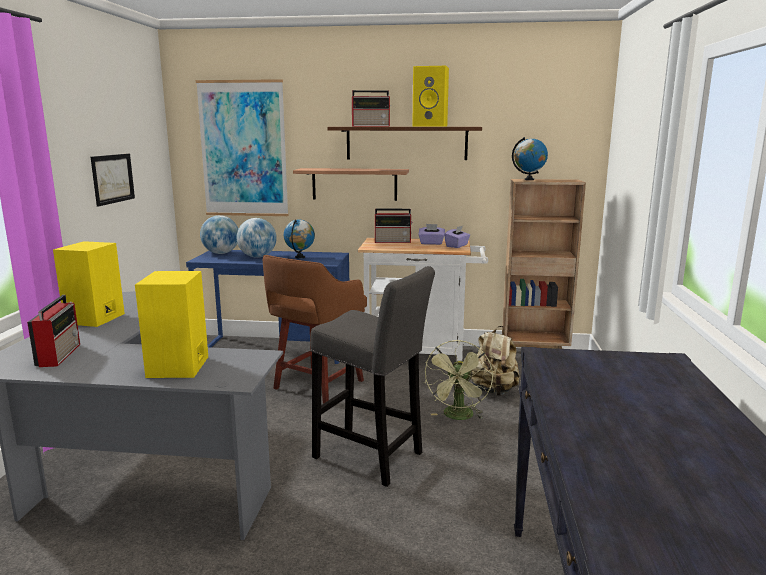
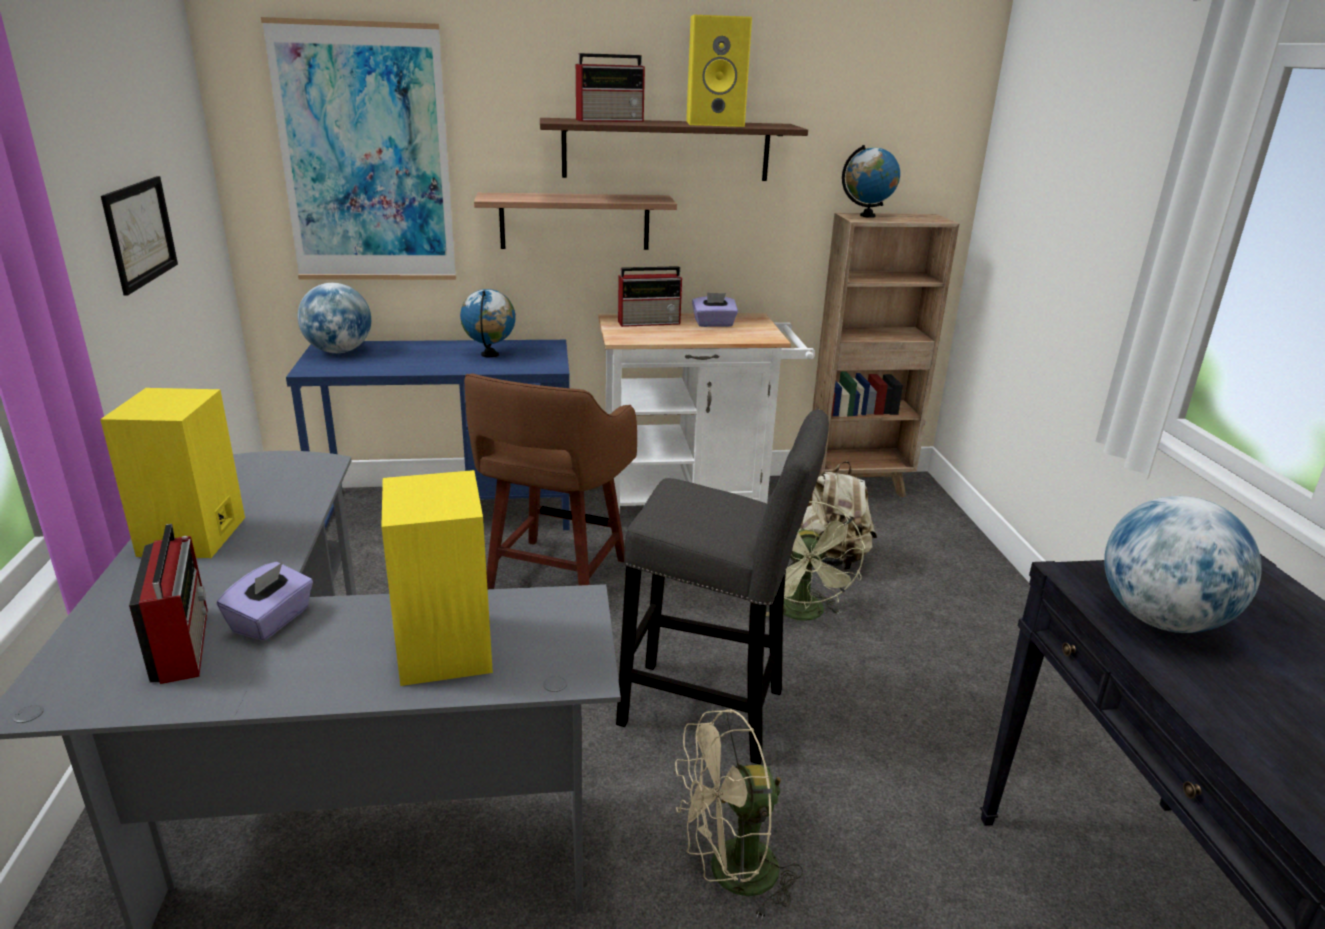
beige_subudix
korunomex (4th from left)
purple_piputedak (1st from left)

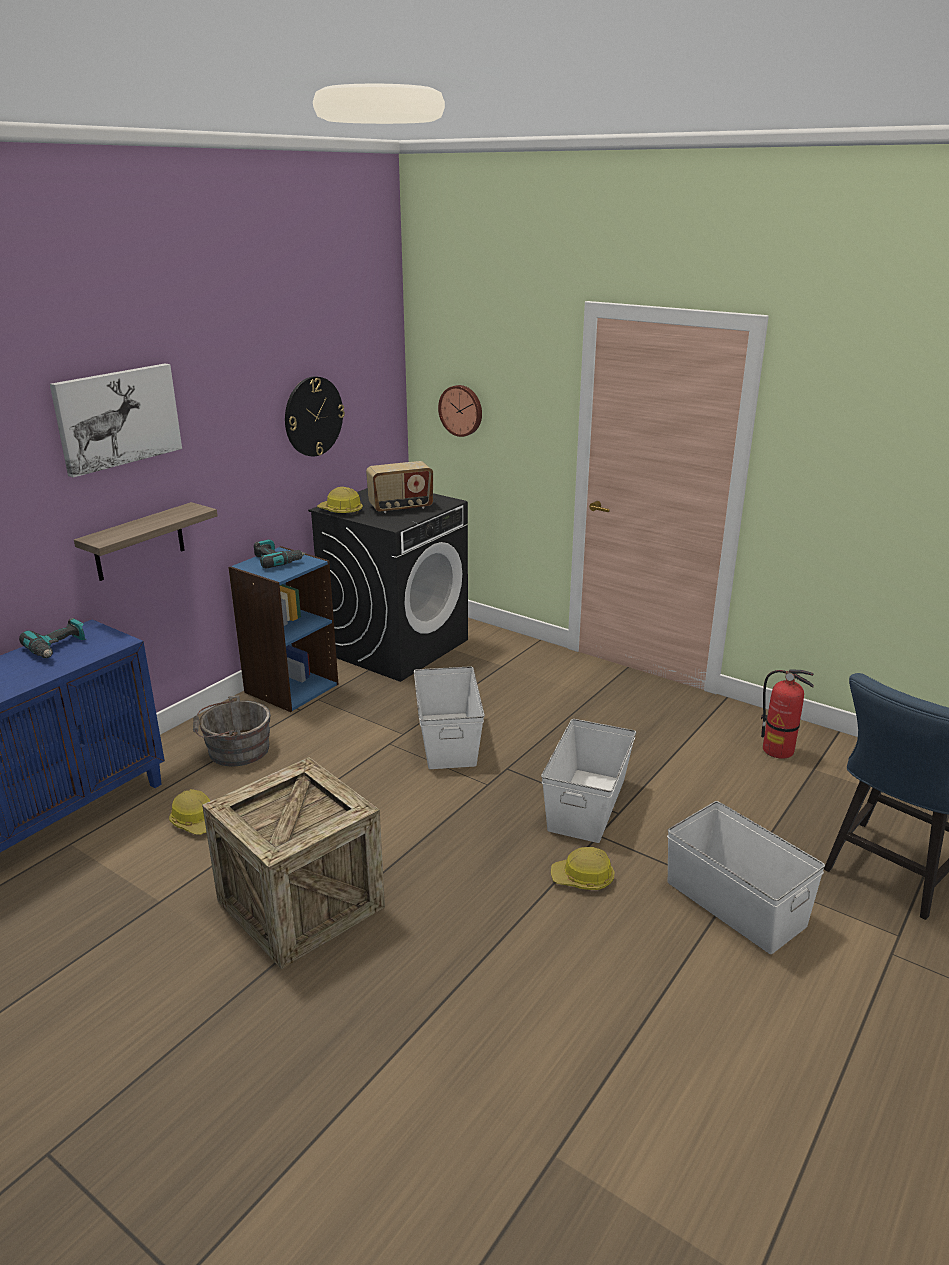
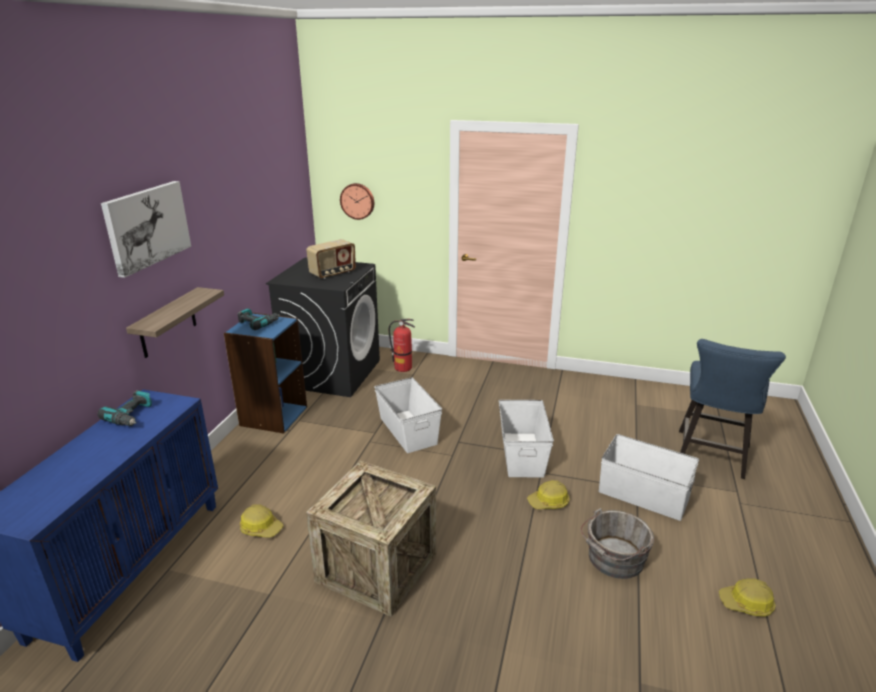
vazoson (1st from left in the first image)
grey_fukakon
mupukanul (3rd from left)
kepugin

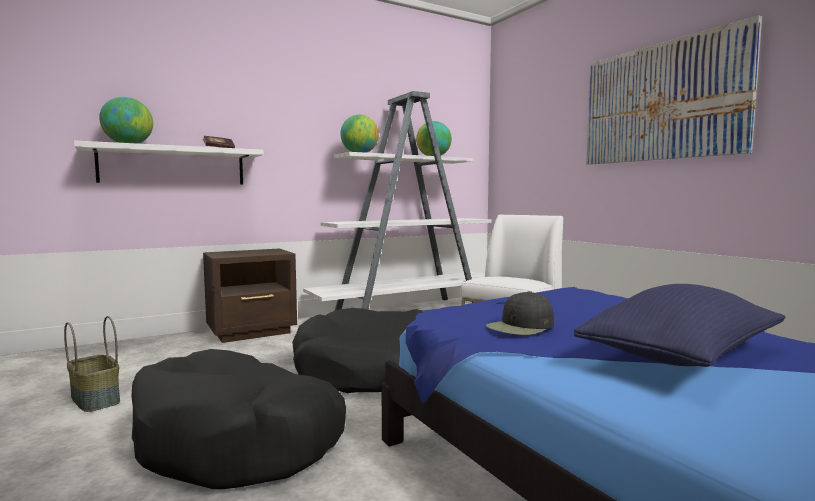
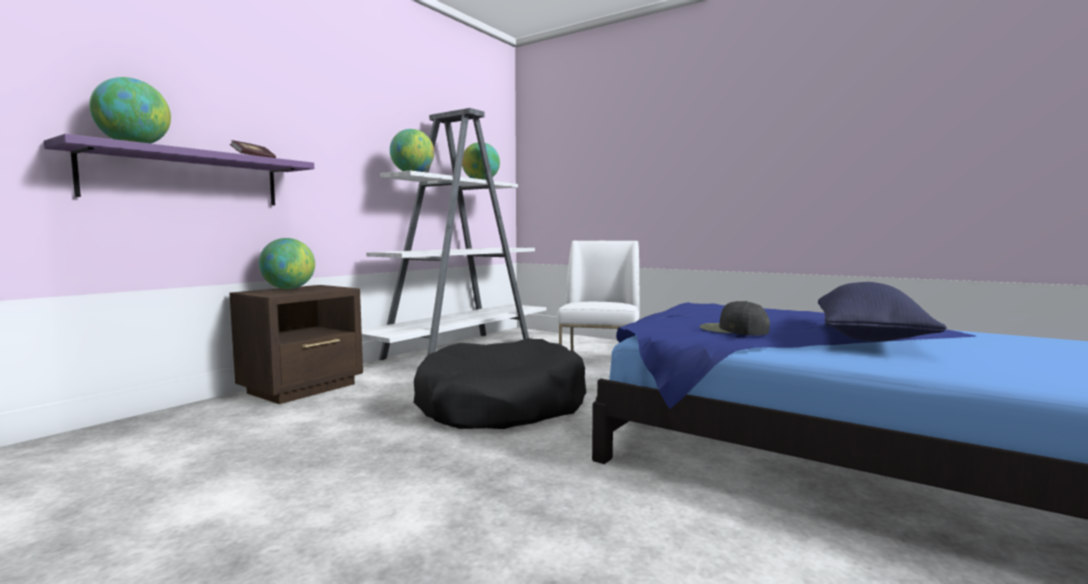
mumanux
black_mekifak (1st from left in the first image)
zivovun
korunomex (2nd from left)
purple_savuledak
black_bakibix

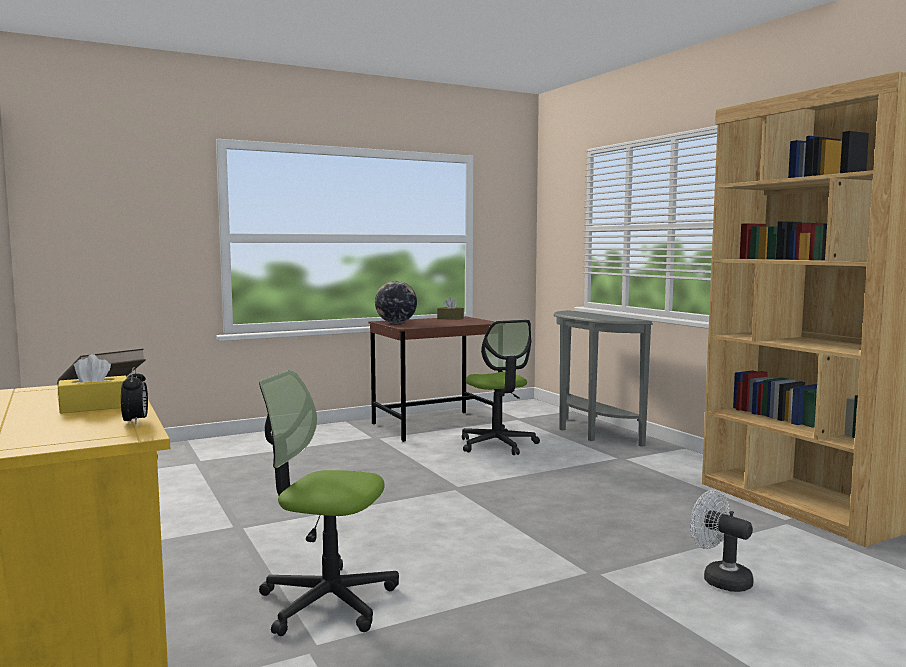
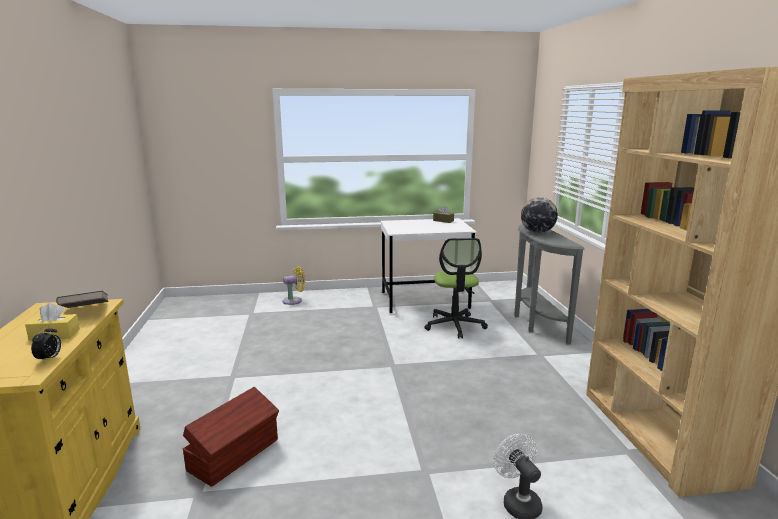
yellow_subudix
korunomex
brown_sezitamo
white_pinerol

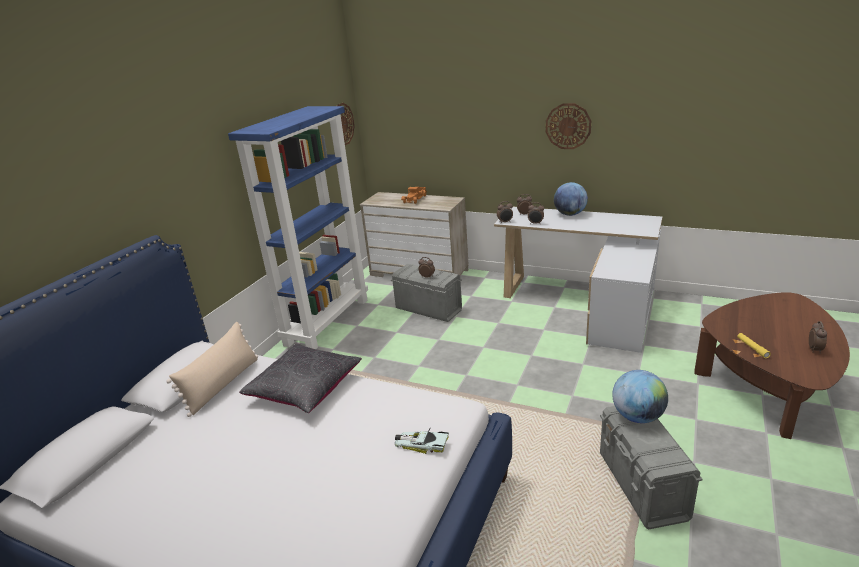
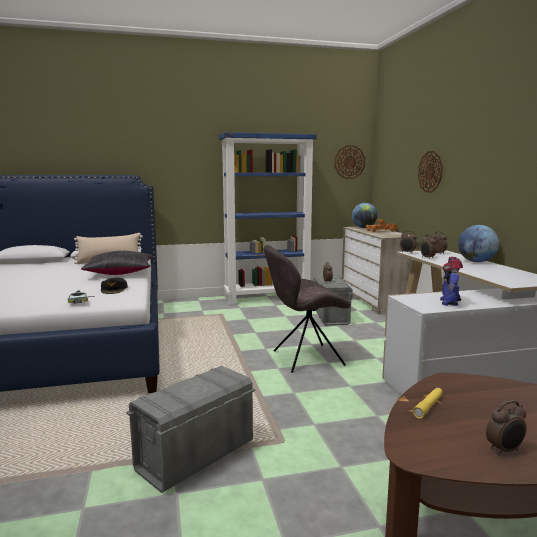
black_bakibix
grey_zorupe
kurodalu
vazoson (2nd from left)
korunomex (1st from left)

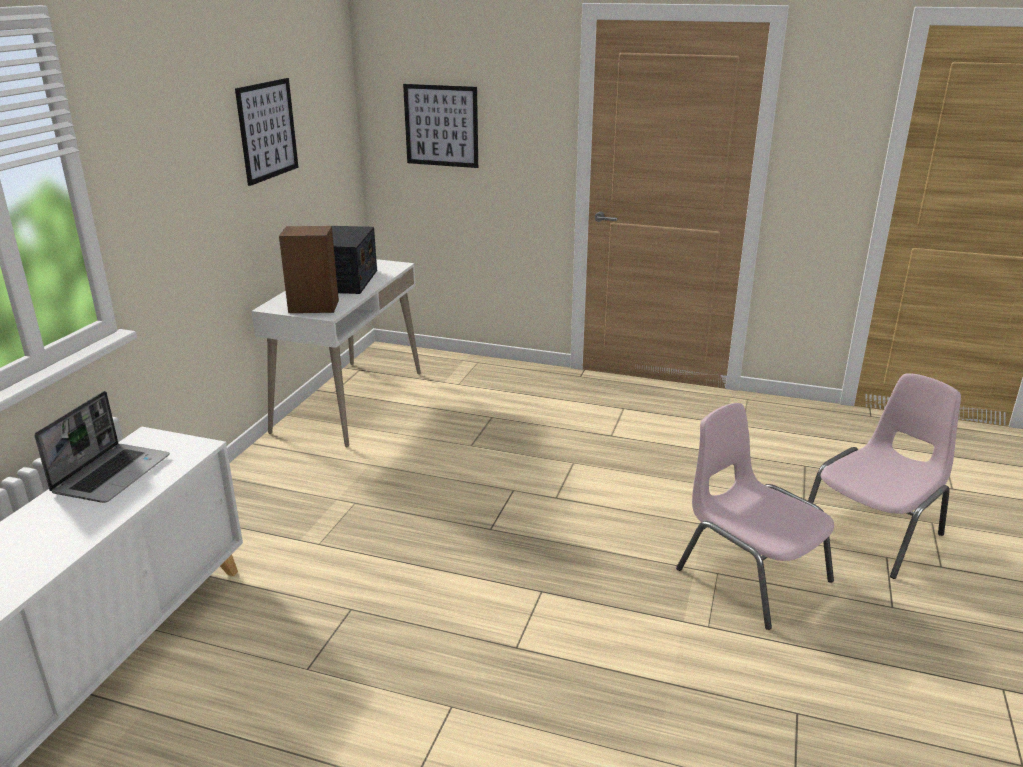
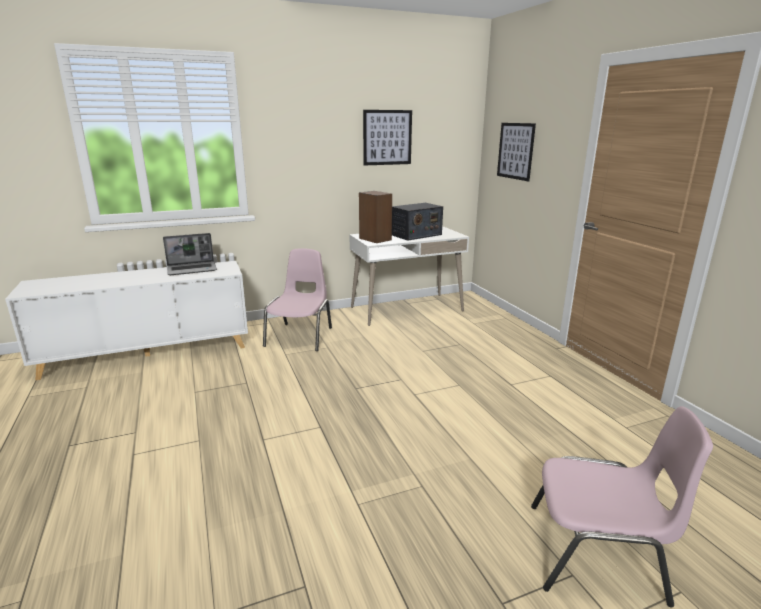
pink_zorupe (1st from left)

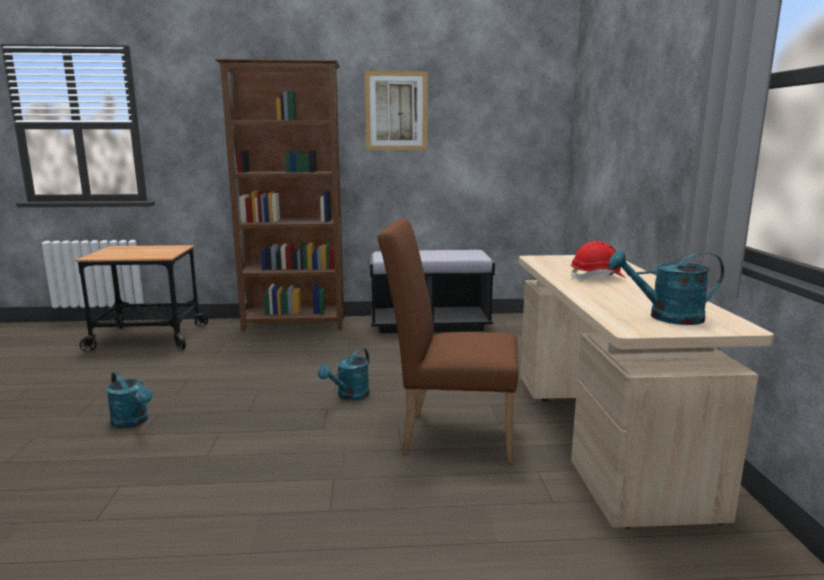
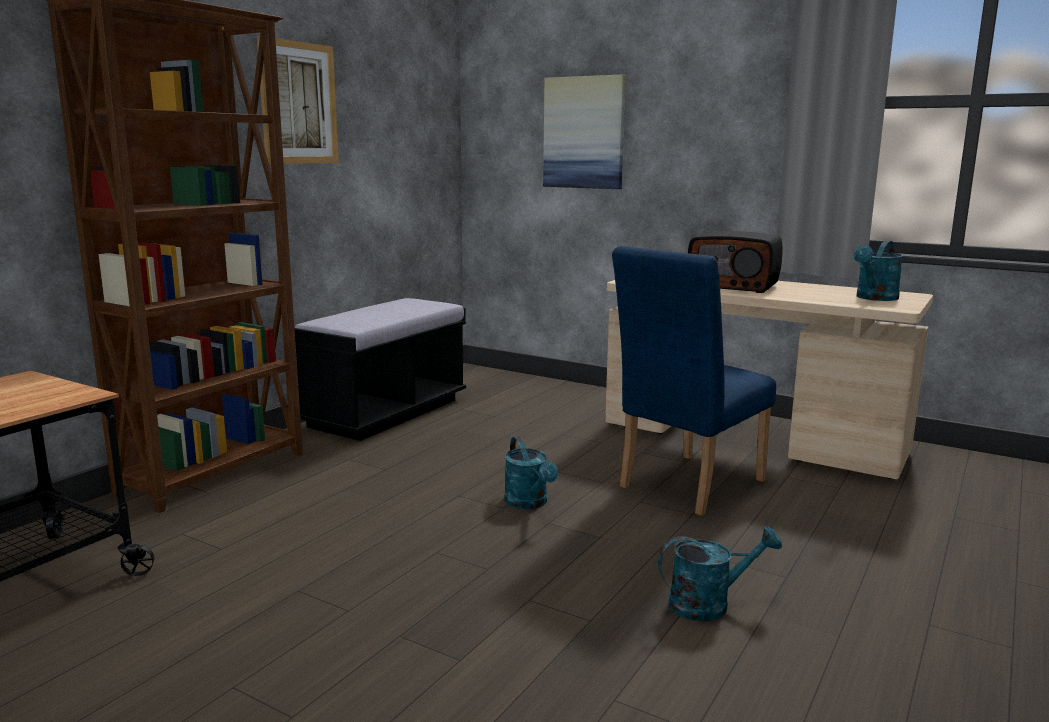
zivovun (2nd from left)
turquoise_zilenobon (2nd from left)
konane
blue_zorupe

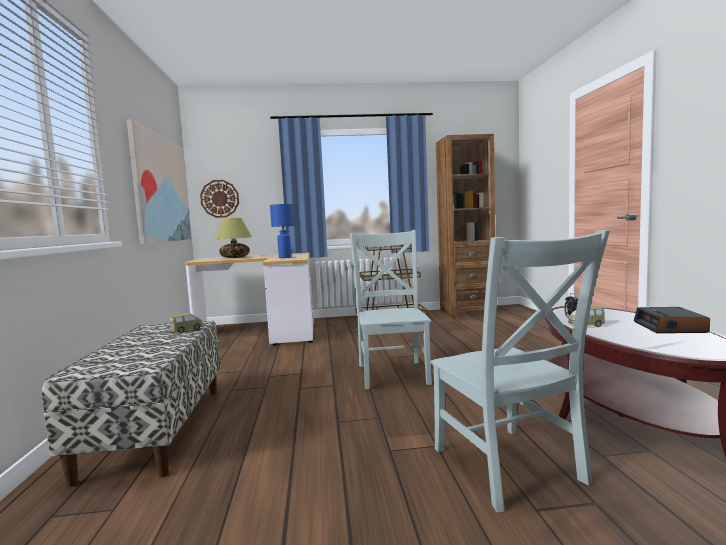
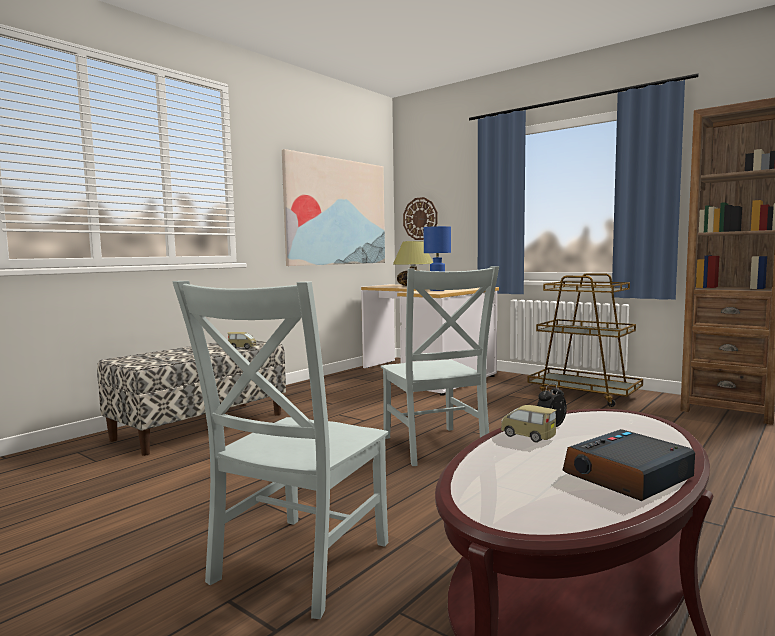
grey_zorupe (2nd from left)

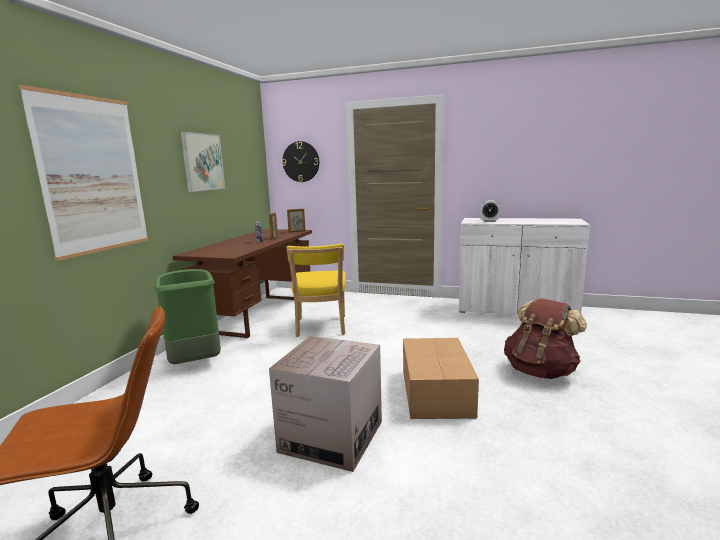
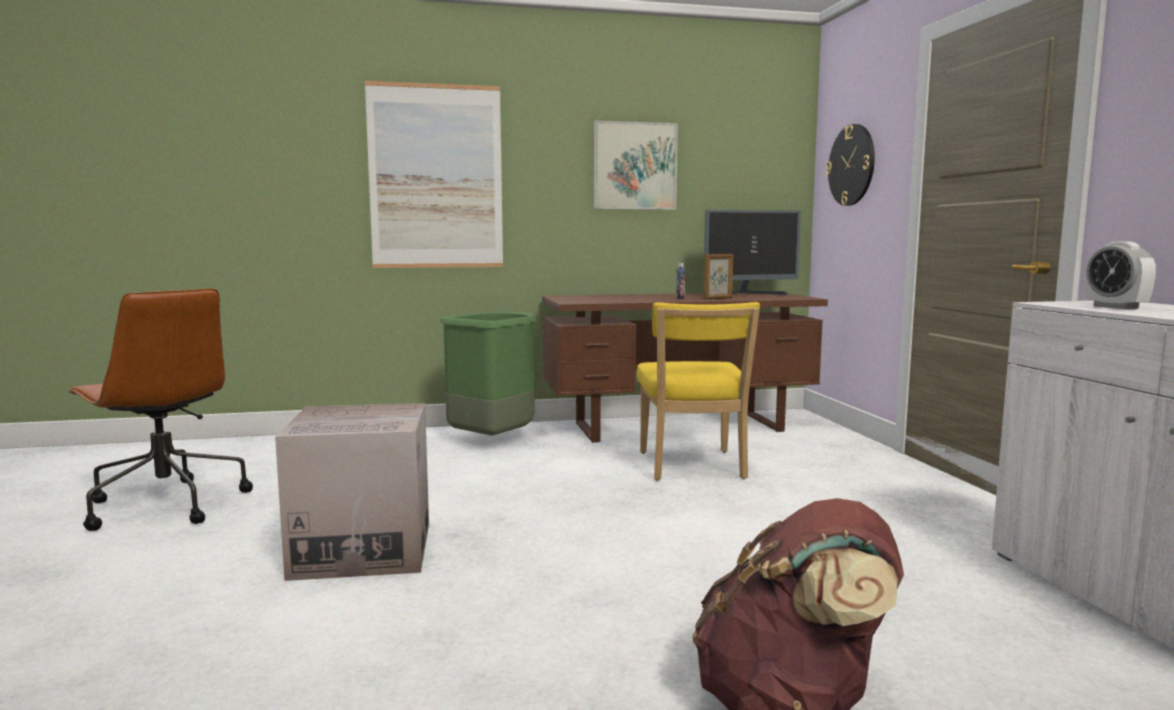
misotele (2nd from left in the first image)
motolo (2nd from left in the first image)
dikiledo
yellow_zorupe

